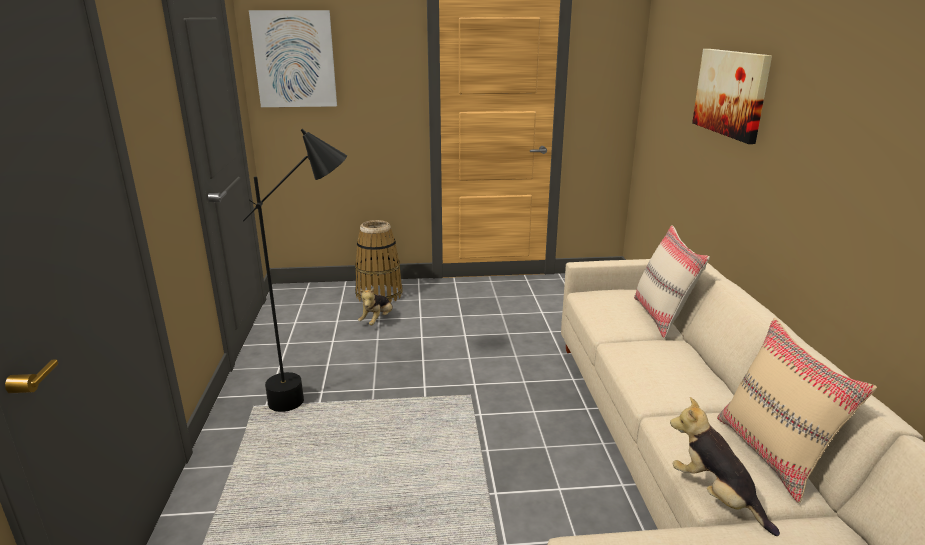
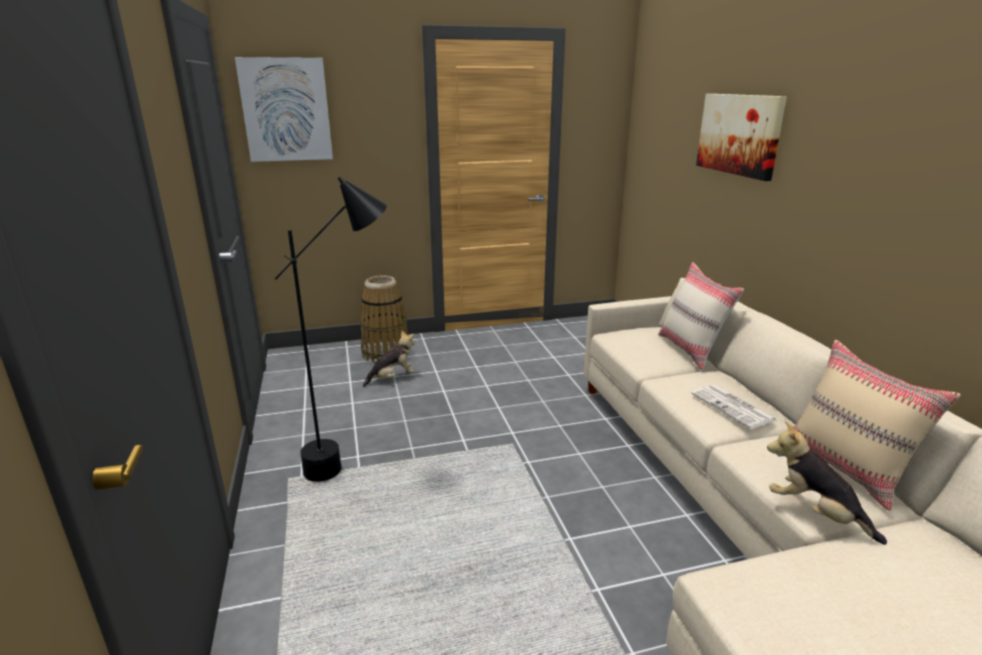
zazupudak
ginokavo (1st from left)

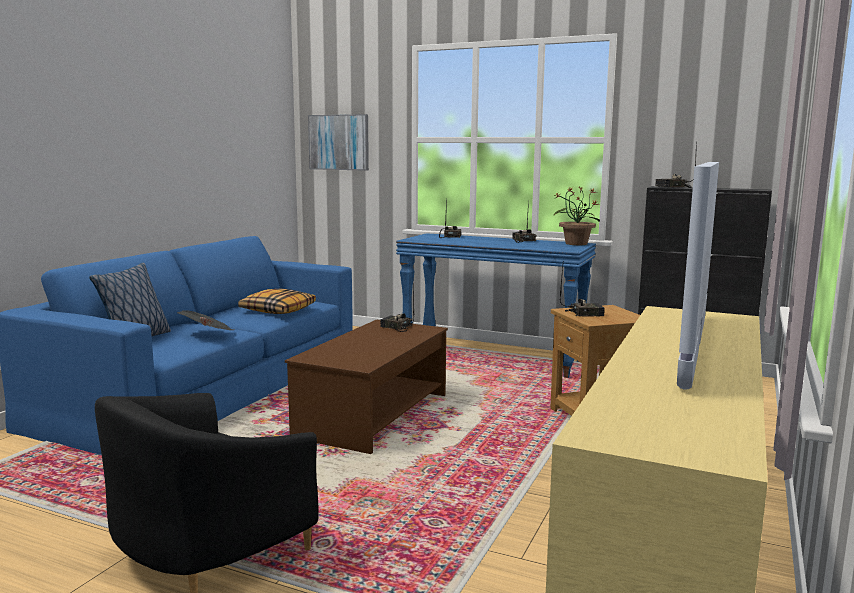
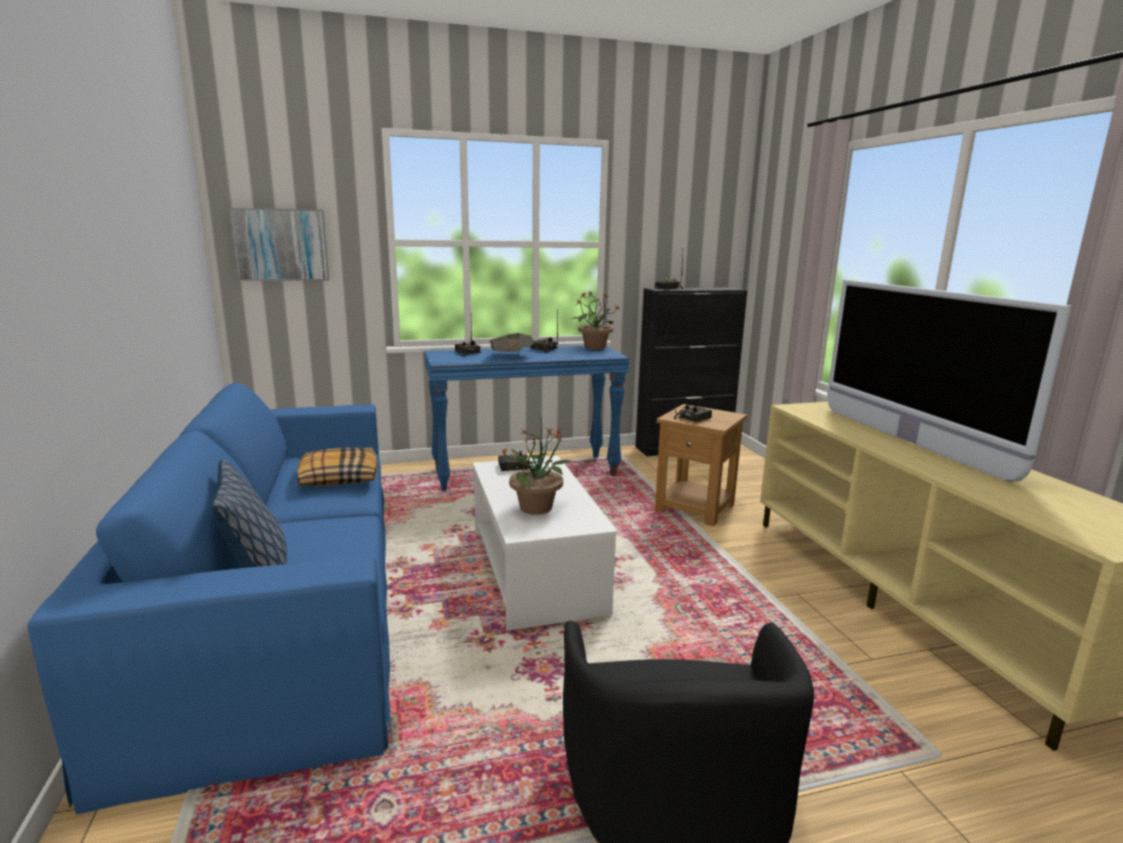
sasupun (1st from left)
zazupudak
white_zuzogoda

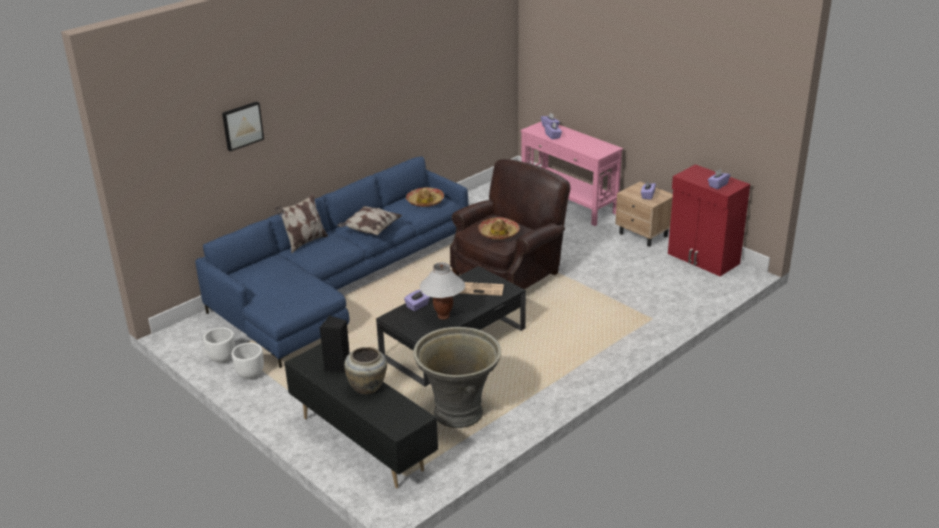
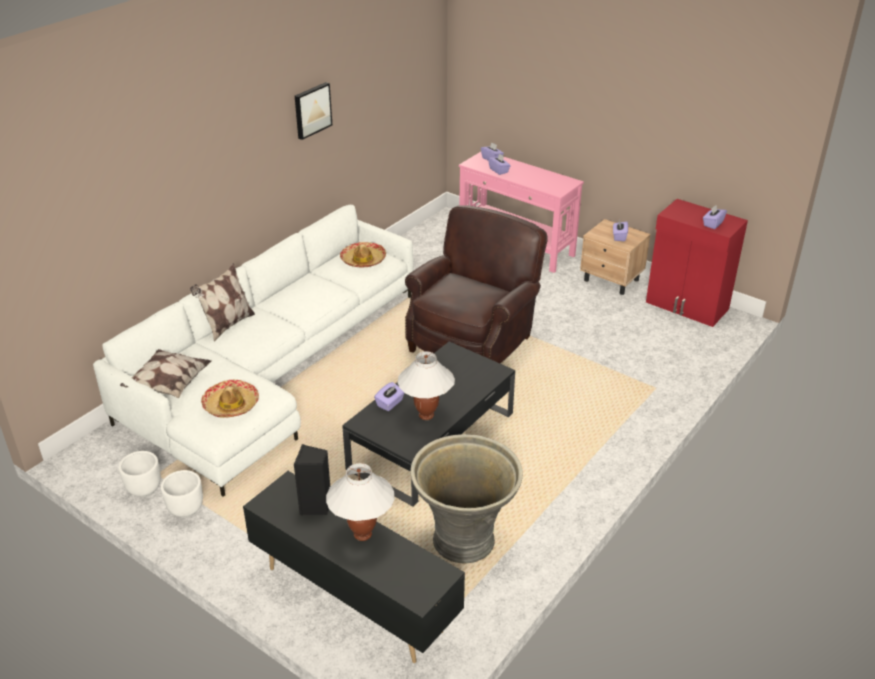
zazupudak
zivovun
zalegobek (1st from left)
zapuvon (1st from left)
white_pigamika (1st from left)
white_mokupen

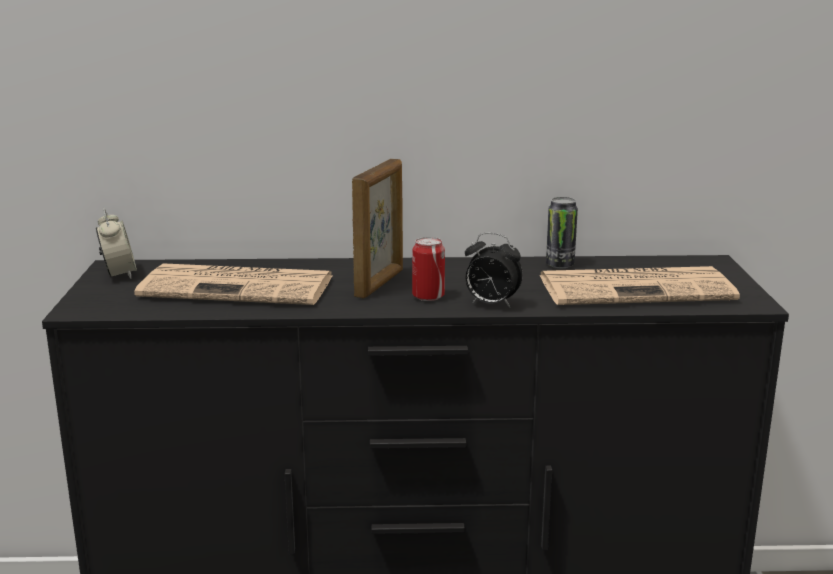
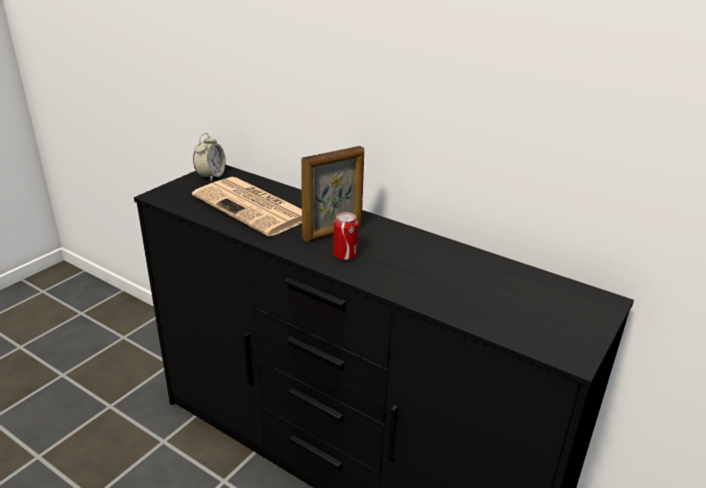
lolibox (2nd from left in the first image)
zazupudak (2nd from left in the first image)
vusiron (2nd from left in the first image)

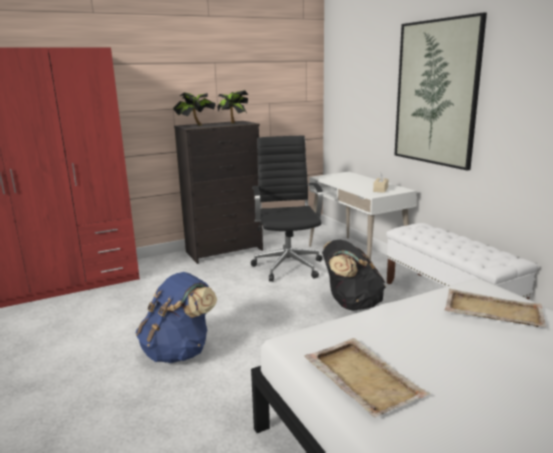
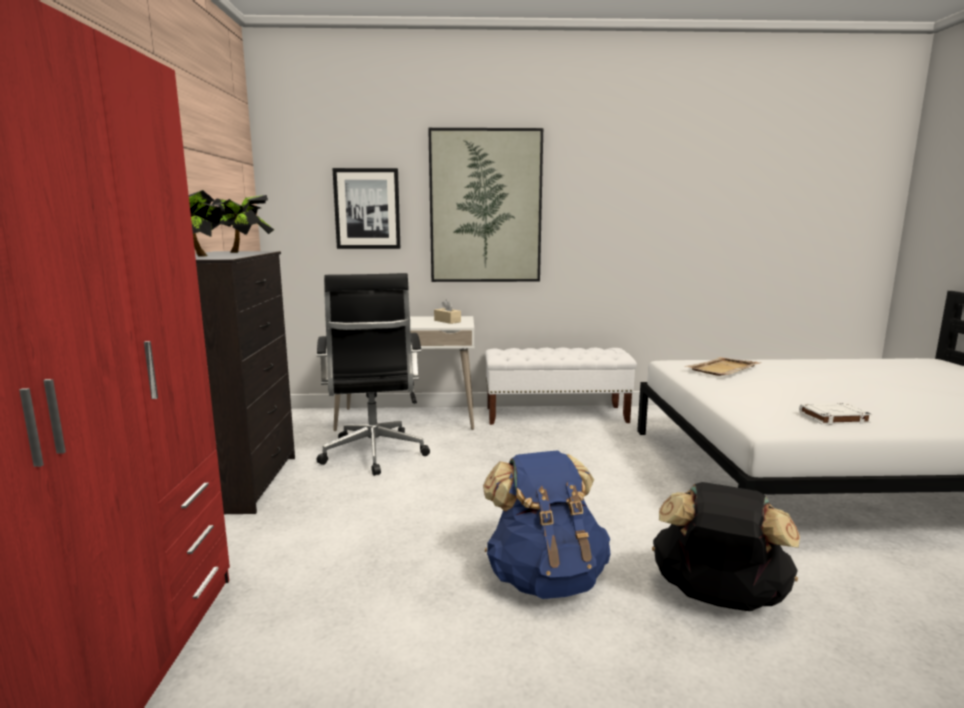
zivovun (1st from left)
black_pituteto
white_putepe
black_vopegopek

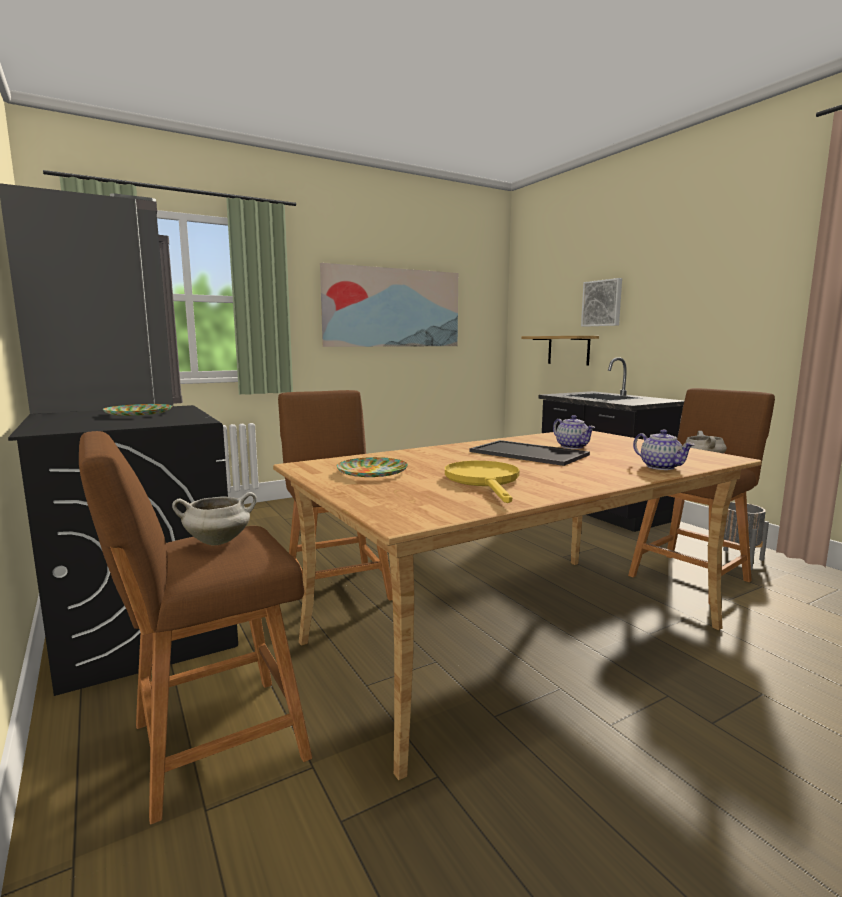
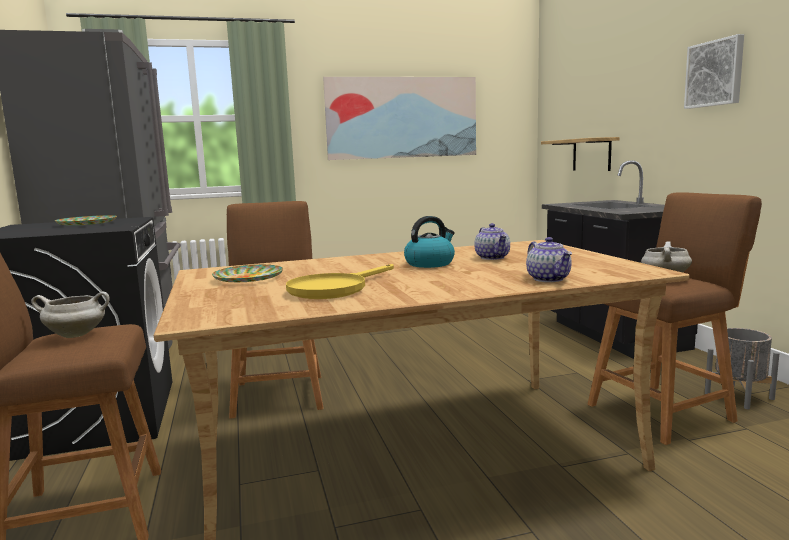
zivovun (2nd from left)
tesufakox
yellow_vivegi

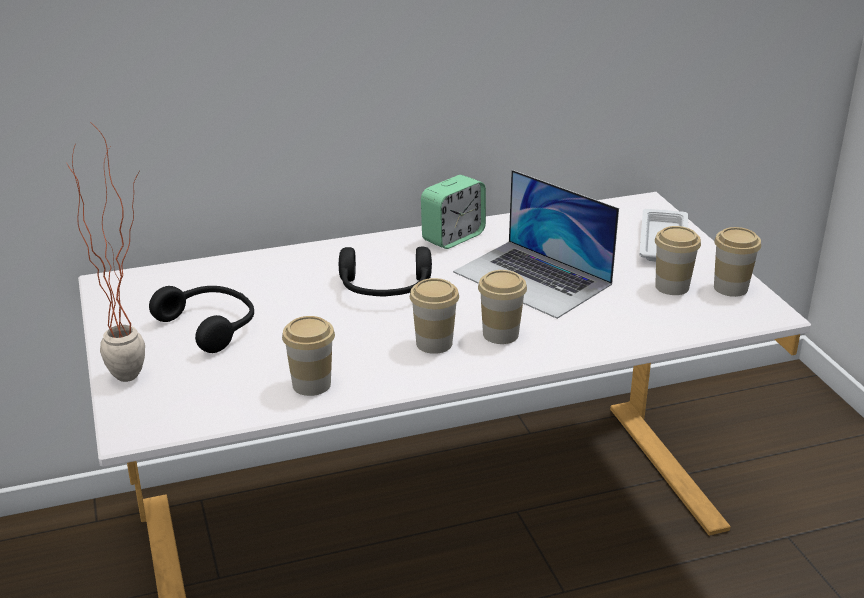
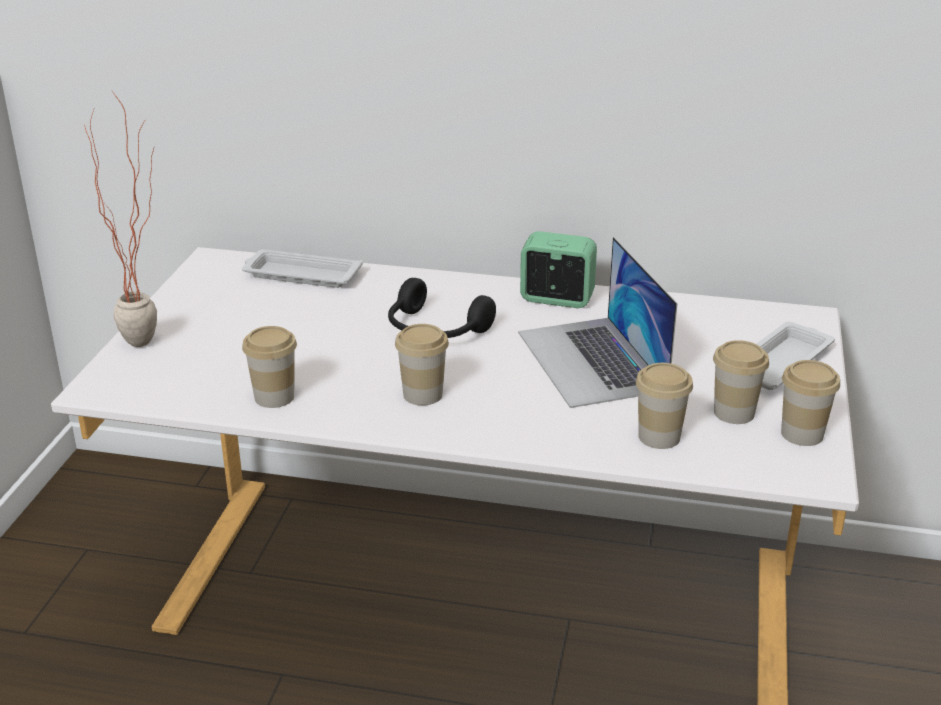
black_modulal (1st from left in the first image)
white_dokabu (1st from left)
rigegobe (3rd from left)
lolibox

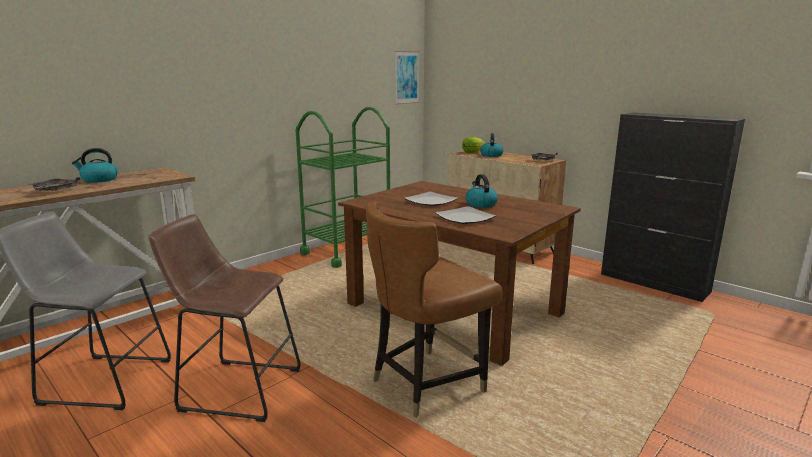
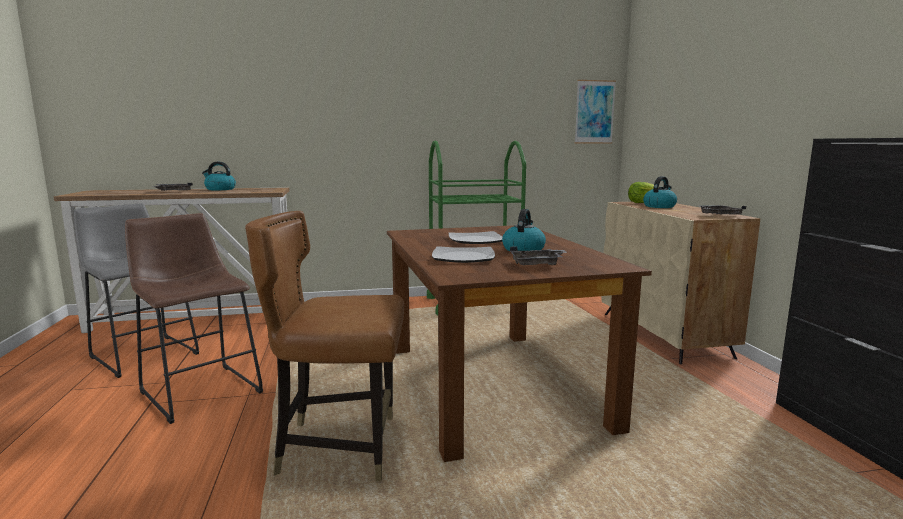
grey_dokabu (2nd from left)

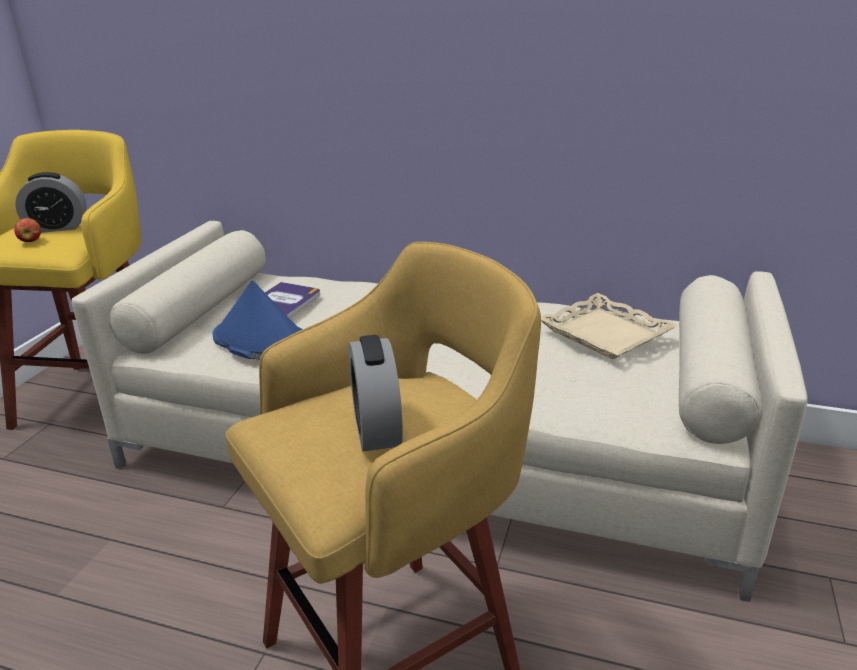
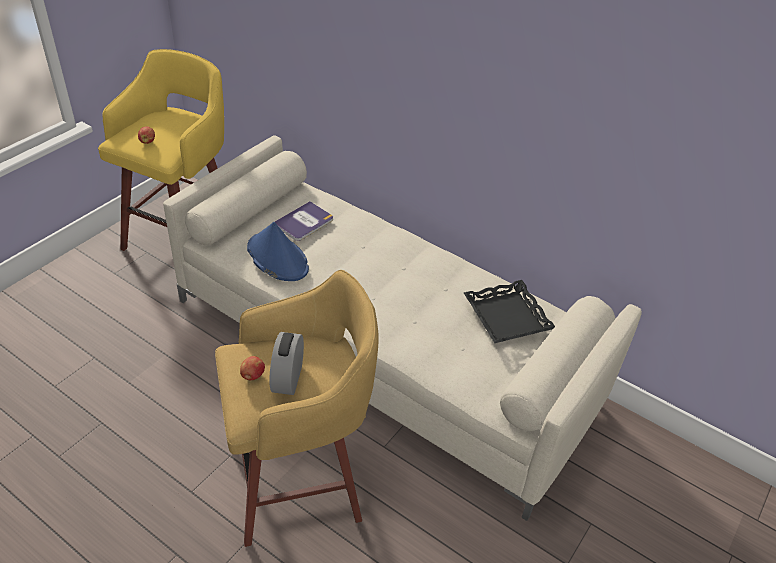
lolibox (1st from left in the first image)
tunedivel (2nd from left)
black_dokabu

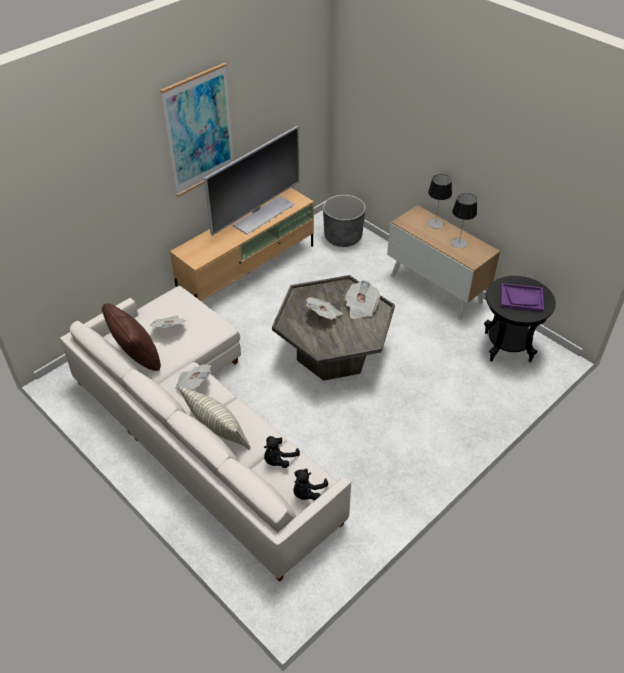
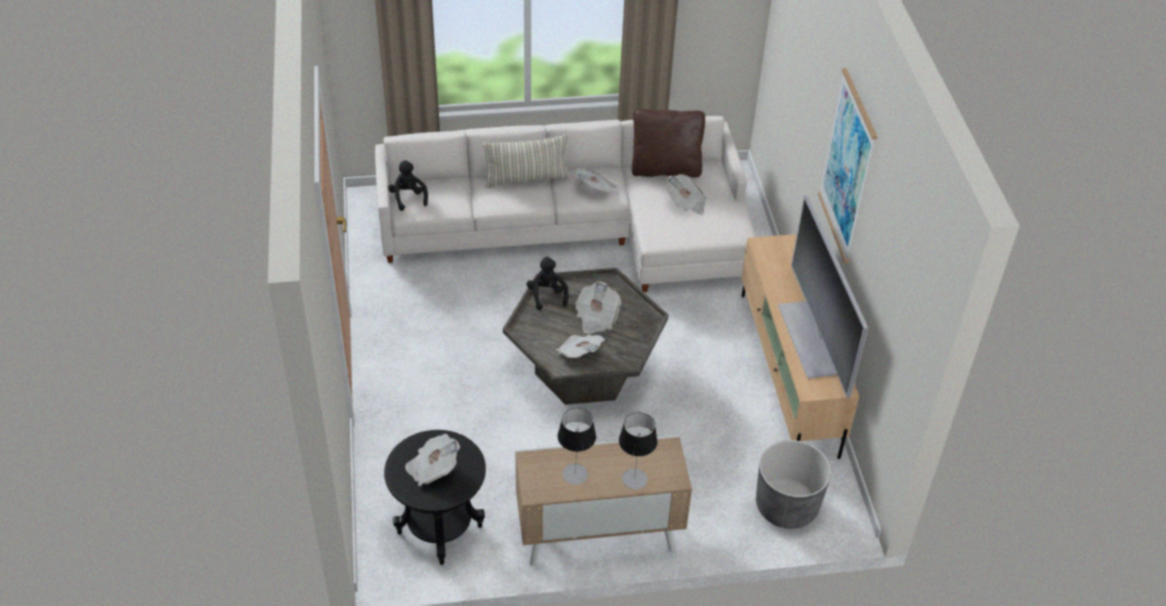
black_ginokavo (2nd from left)
zazupudak (1st from left)

